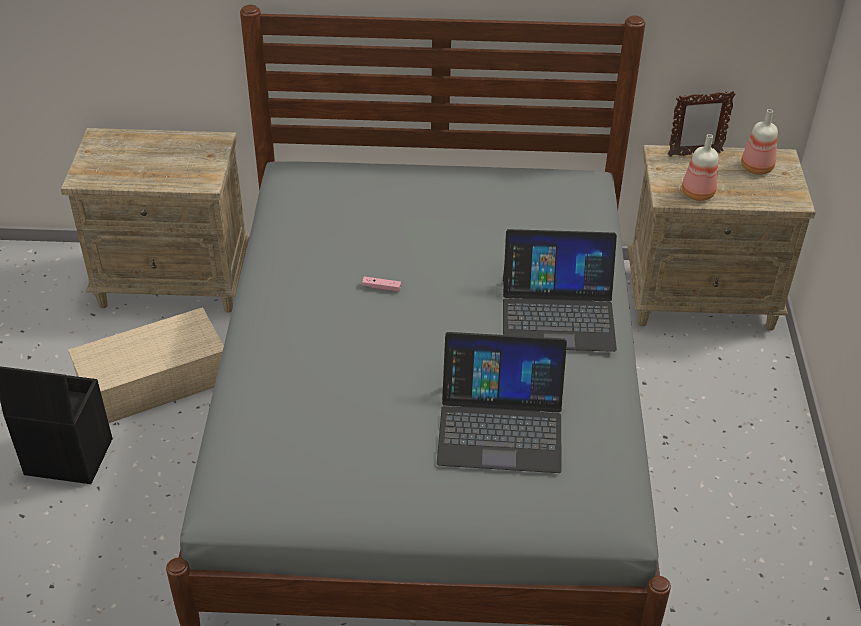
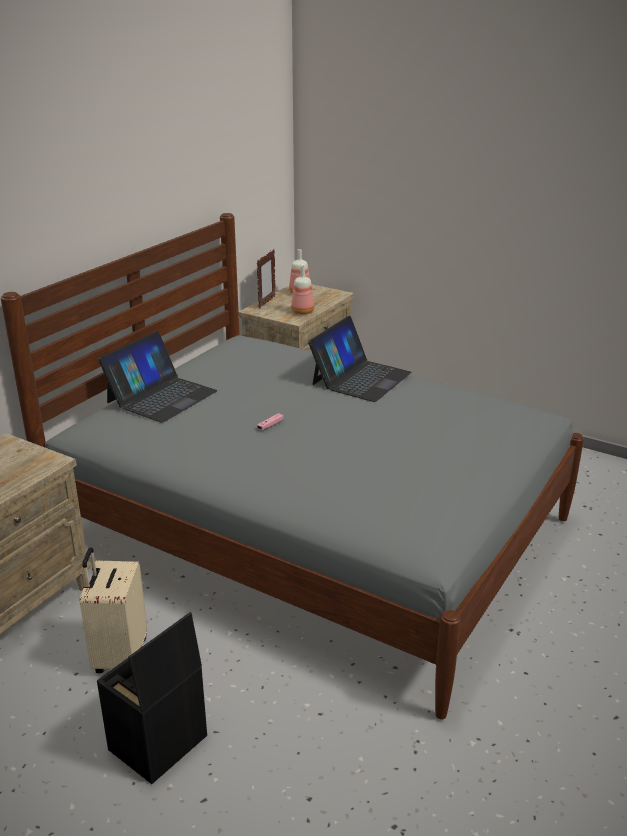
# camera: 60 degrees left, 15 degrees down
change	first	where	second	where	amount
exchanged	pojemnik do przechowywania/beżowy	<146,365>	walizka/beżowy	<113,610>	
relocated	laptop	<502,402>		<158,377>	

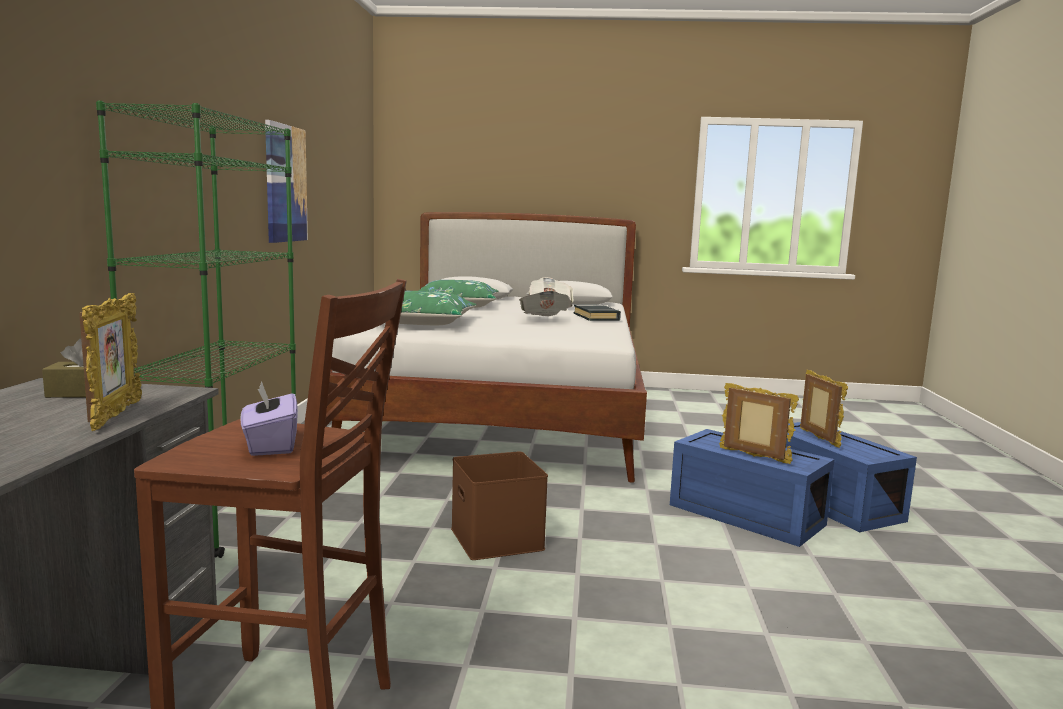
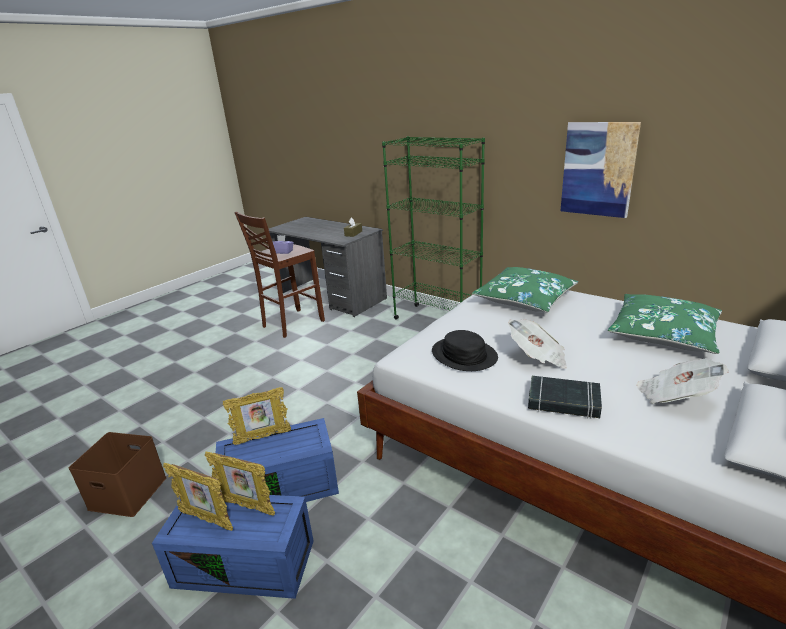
# camera: 125 degrees right, 15 degrees up
change	first	where	second	where	amount
relocated	ramka na zdjęcie	<110,362>		<198,497>	
relocated	pojemnik do przechowywania/brązowy	<499,505>		<118,474>	
appeared			kapelusz/czarny	<465,350>	

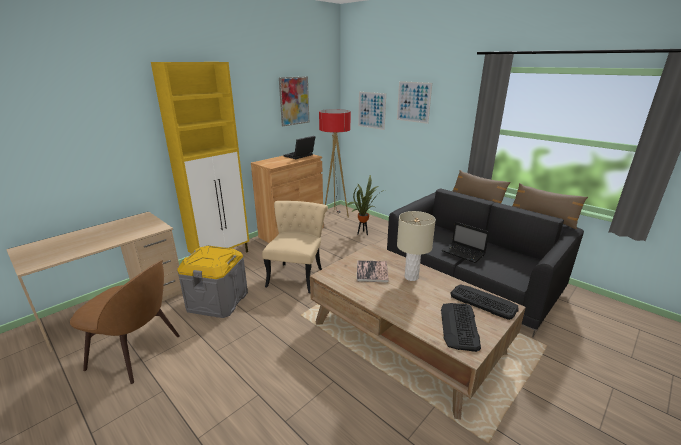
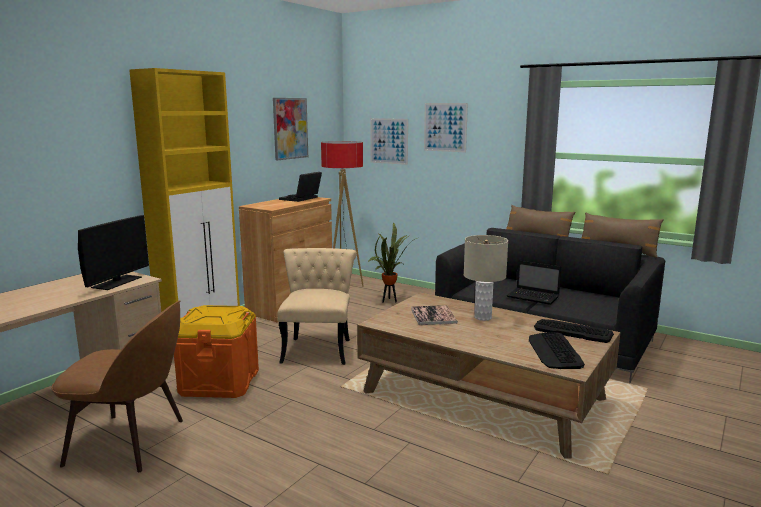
# camera: 10 degrees left, 10 degrees down
change	first	where	second	where	amount
colour	pojemnik do przechowywania/szary	<212,282>	pojemnik do przechowywania/pomarańczowy	<216,351>	
appeared			monitor	<113,252>	

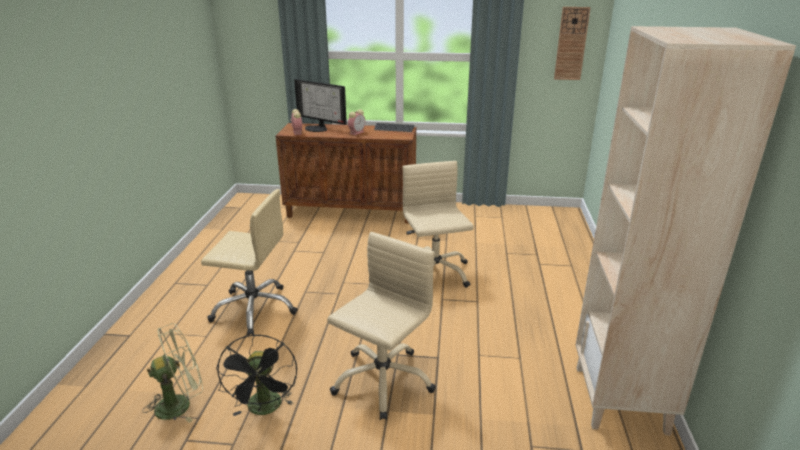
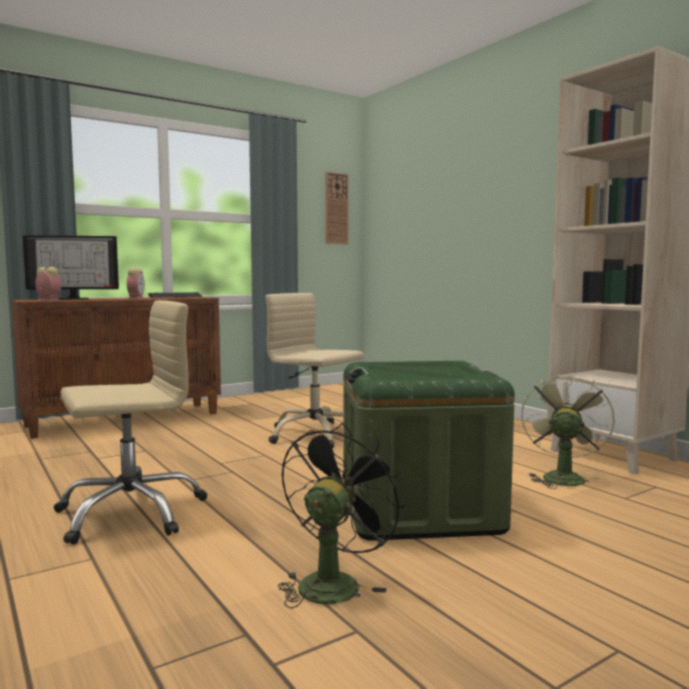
# camera: 40 degrees left, 20 degrees down
change	first	where	second	where	amount
exchanged	krzesło biurowe/beżowy	<381,326>	pojemnik do przechowywania/zielony	<429,451>	
relocated	wentylator/zielony	<173,373>		<568,430>	
spun	wentylator/czarny	<256,375>		<342,515>	105 degrees counterclockwise

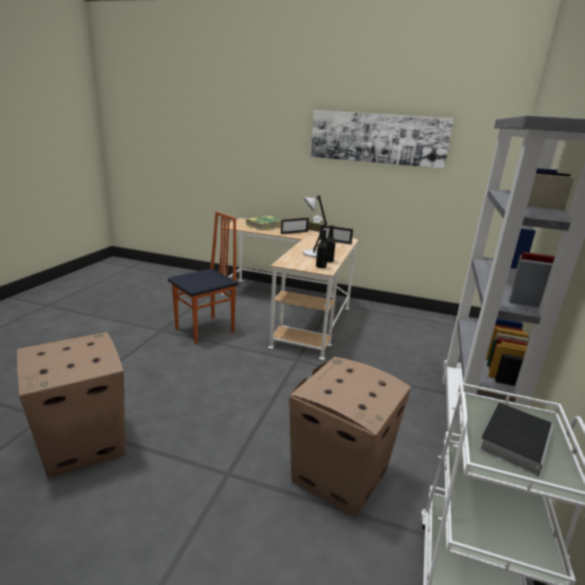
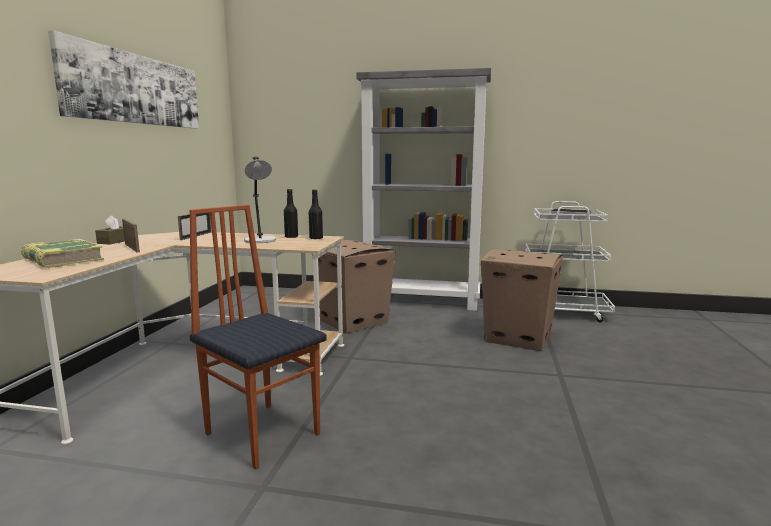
# camera: 95 degrees left, 10 degrees down
change	first	where	second	where	amount
relocated	karton	<71,405>		<354,286>	

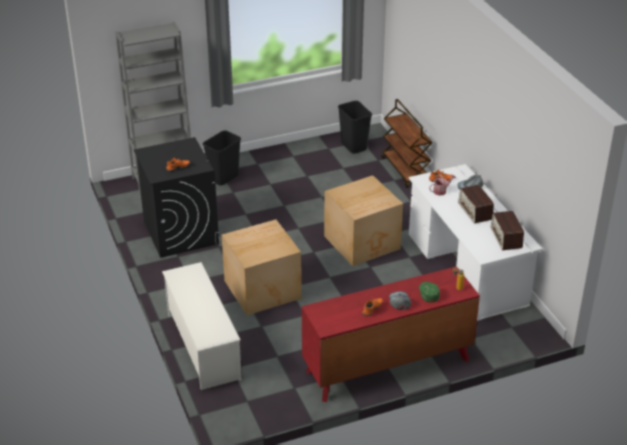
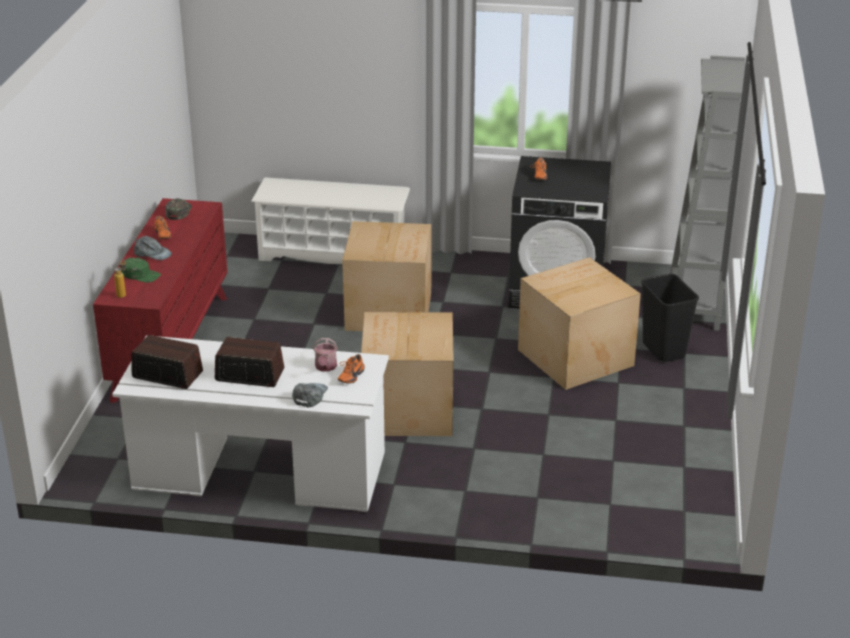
# camera: 120 degrees right, 5 degrees down
change	first	where	second	where	amount
missing	wózek/brązowy	<406,143>			
missing	kosz na śmieci/czarny	<355,127>			
appeared			czapka z daszkiem/zielony	<178,209>	
appeared			karton	<579,323>	

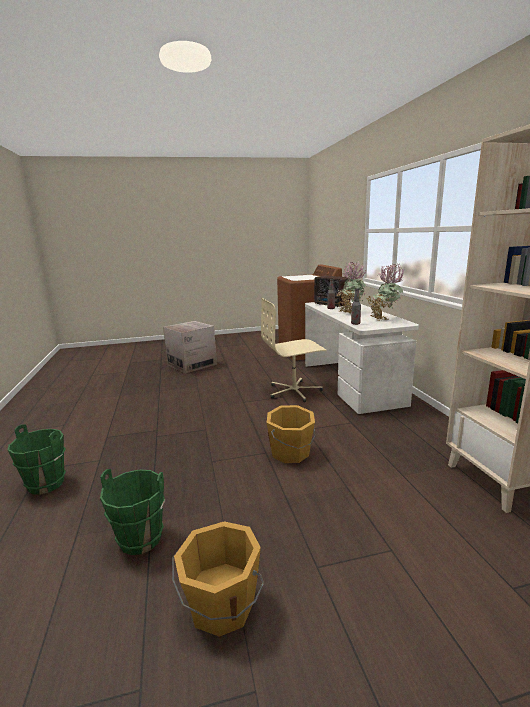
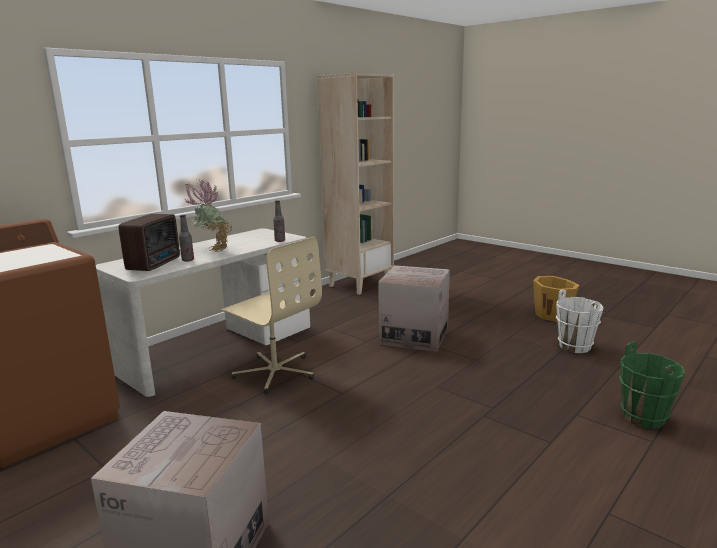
# camera: 125 degrees left, 0 degrees up
change	first	where	second	where	amount
missing	roślina doniczkowa	<386,291>			
exchanged	wiadro/pomarańczowy	<291,434>	karton	<414,308>	
colour	wiadro/zielony	<132,512>	wiadro/biały	<580,321>	

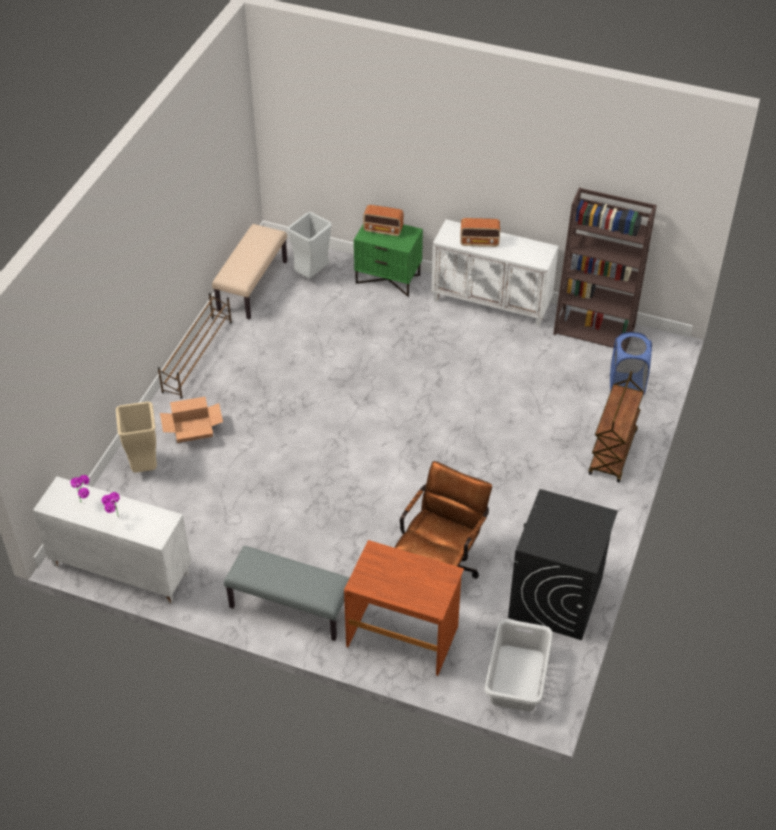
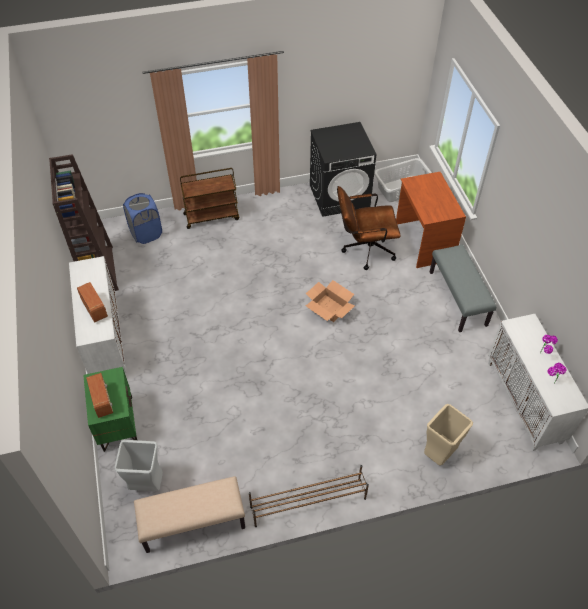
# camera: 125 degrees left, 5 degrees up
change	first	where	second	where	amount
relocated	karton	<191,420>		<330,301>	

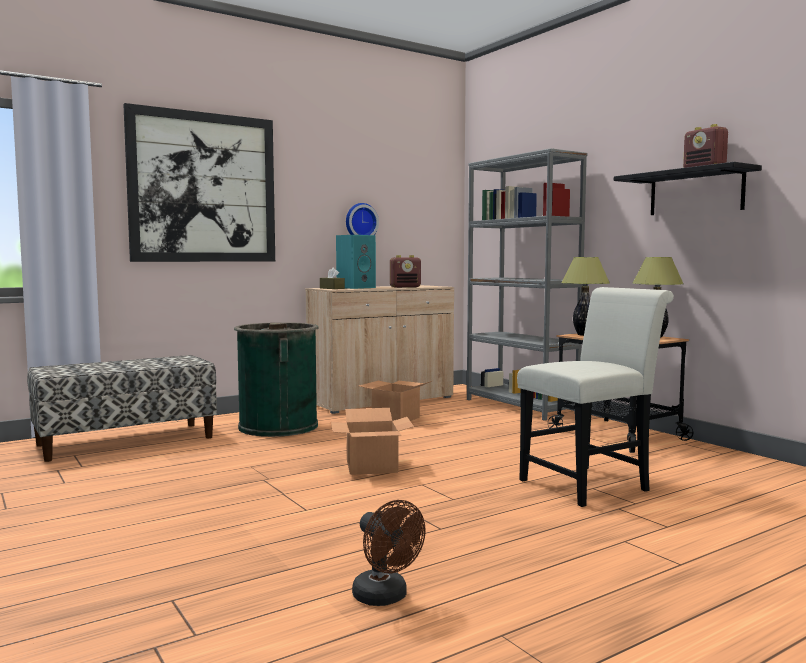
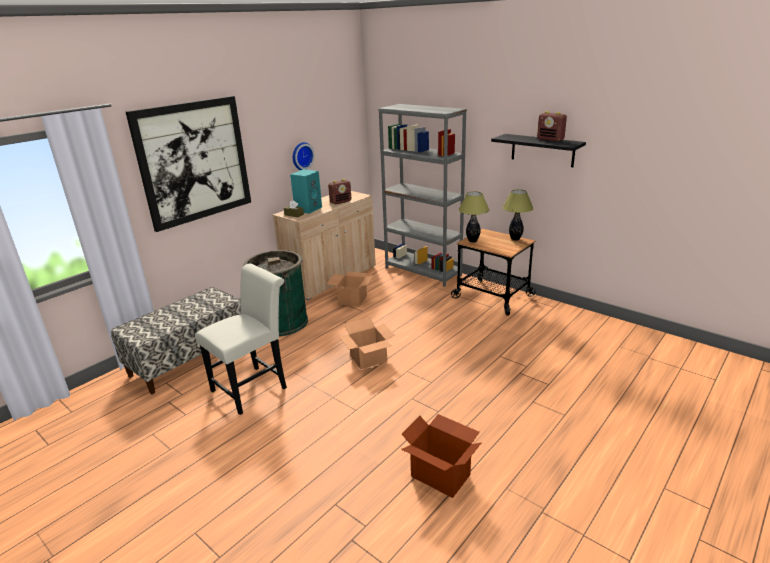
# camera: 15 degrees left, 20 degrees up
change	first	where	second	where	amount
relocated	krzesło/biały	<595,397>		<241,339>	
exchanged	wentylator/brązowy	<389,553>	karton	<441,456>	

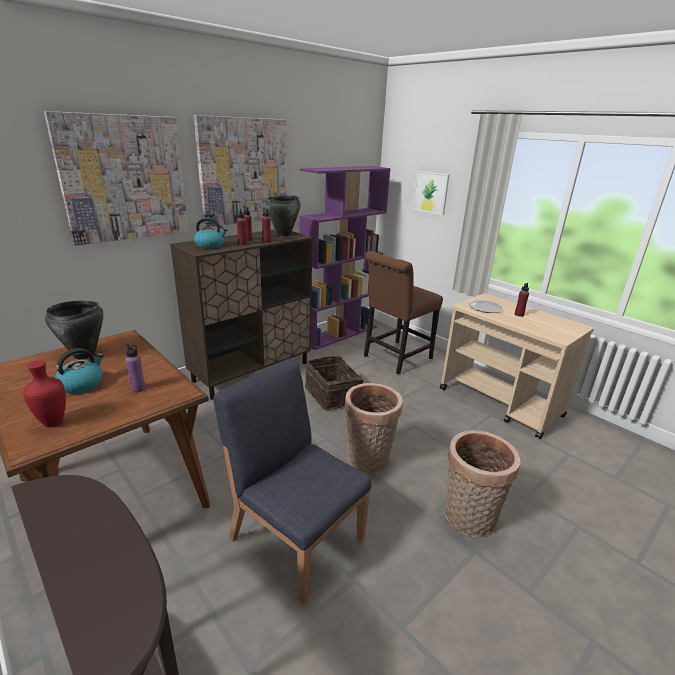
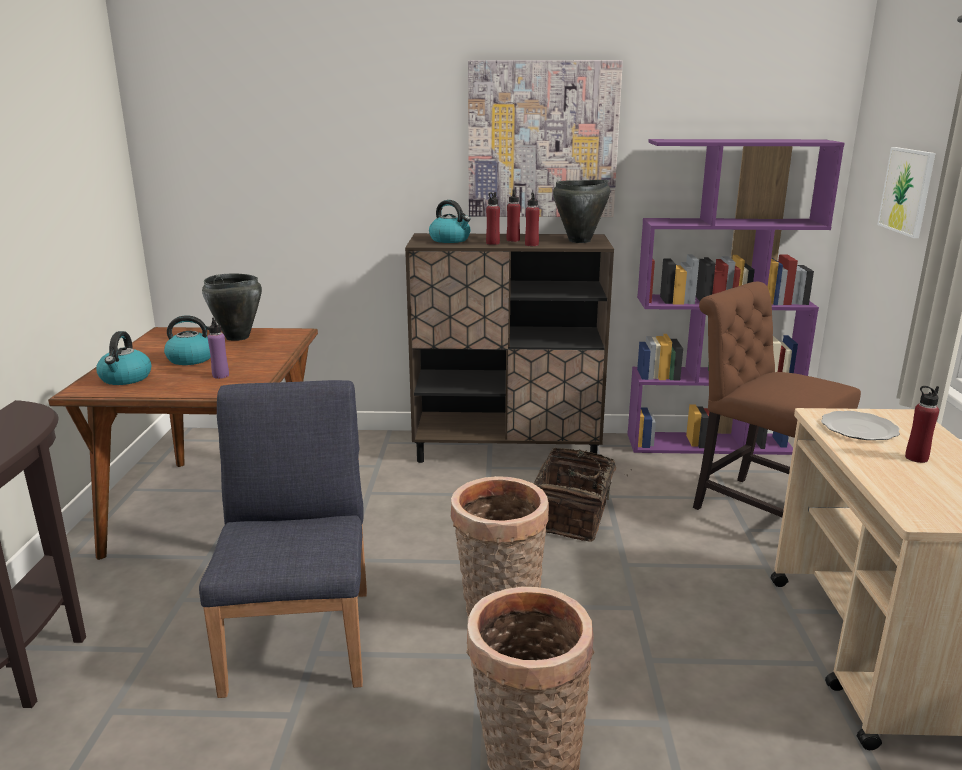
# camera: 45 degrees right, 5 degrees down
change	first	where	second	where	amount
missing	obraz	<116,178>			
spun	krzesło/brązowy	<403,312>		<777,399>	45 degrees clockwise
exchanged	wazon/czerwony	<44,393>	czajnik	<123,358>	

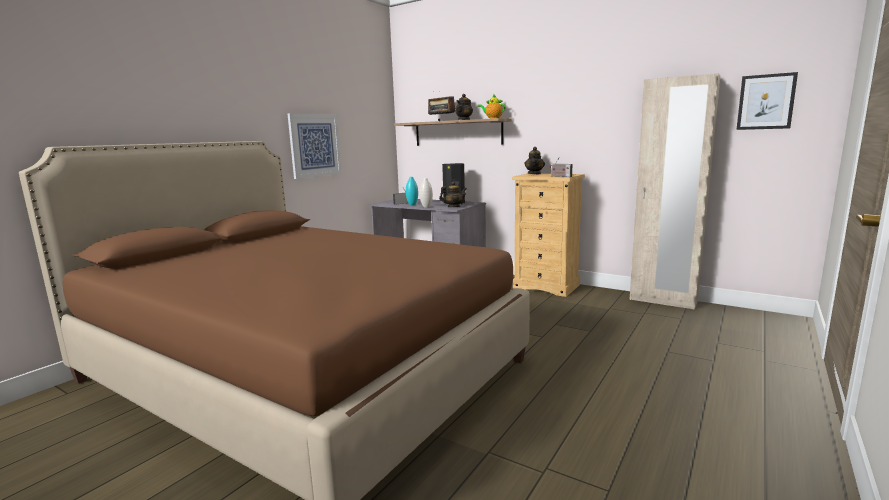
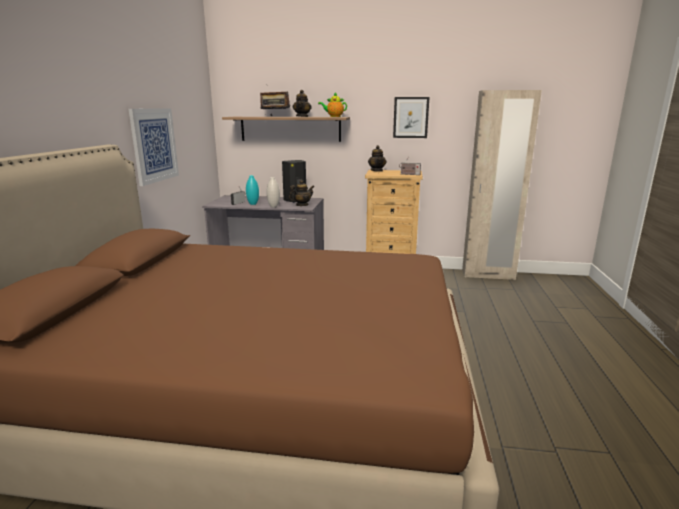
# camera: 25 degrees left, 5 degrees up
change	first	where	second	where	amount
relocated	obraz	<767,101>		<411,117>	

